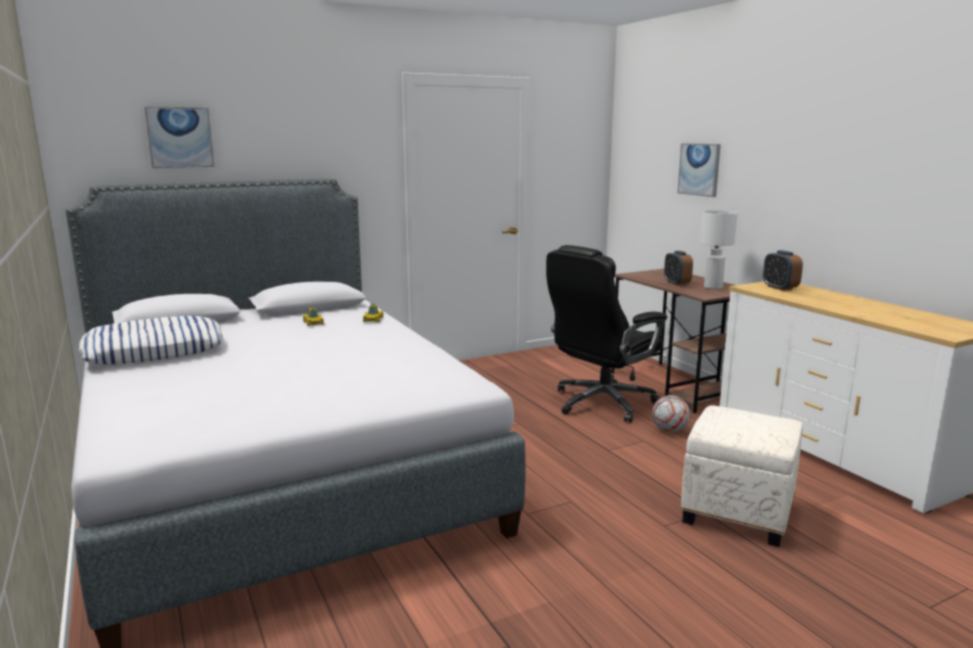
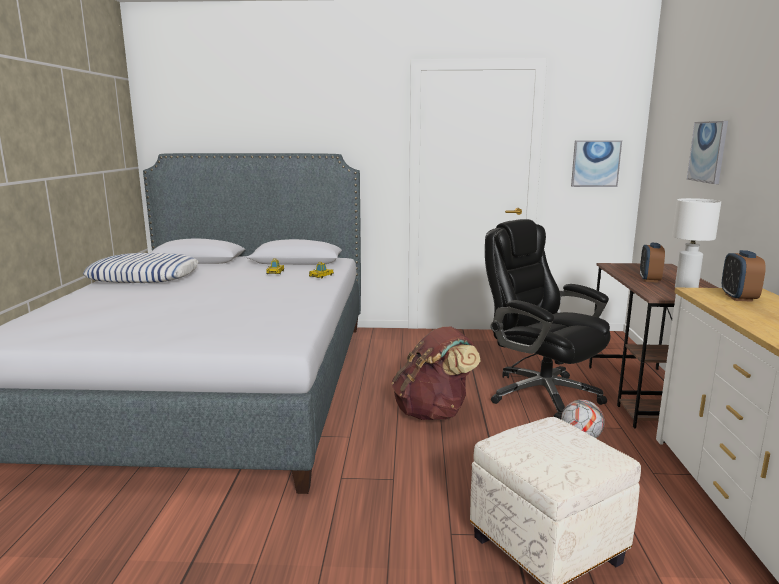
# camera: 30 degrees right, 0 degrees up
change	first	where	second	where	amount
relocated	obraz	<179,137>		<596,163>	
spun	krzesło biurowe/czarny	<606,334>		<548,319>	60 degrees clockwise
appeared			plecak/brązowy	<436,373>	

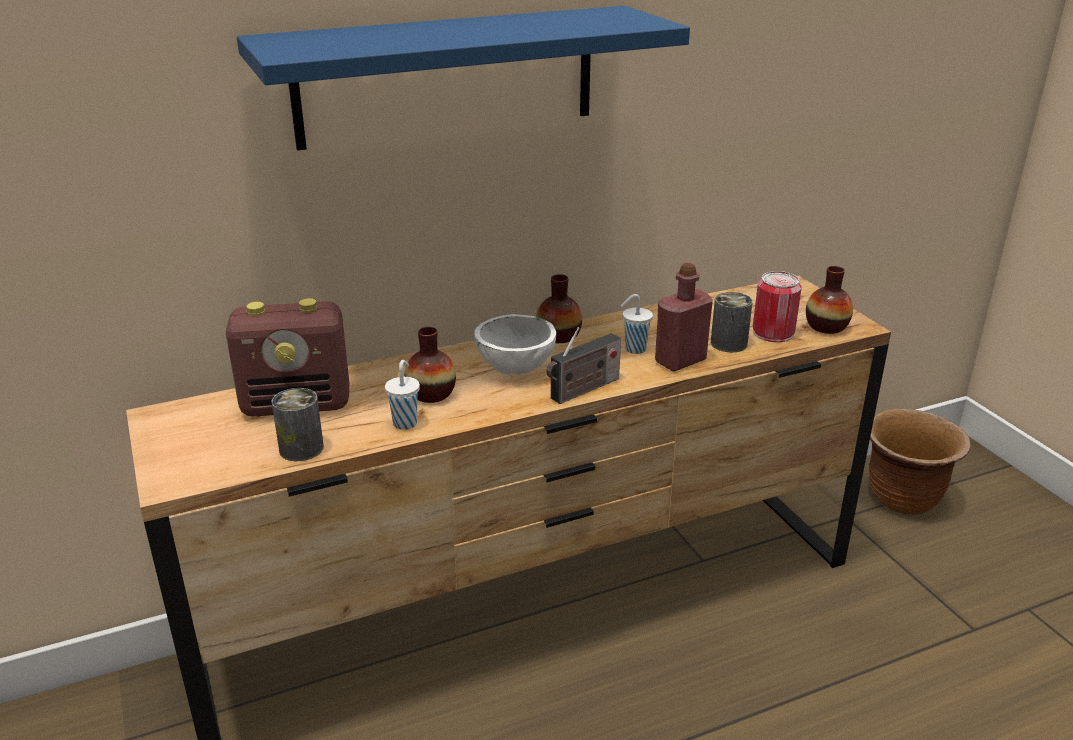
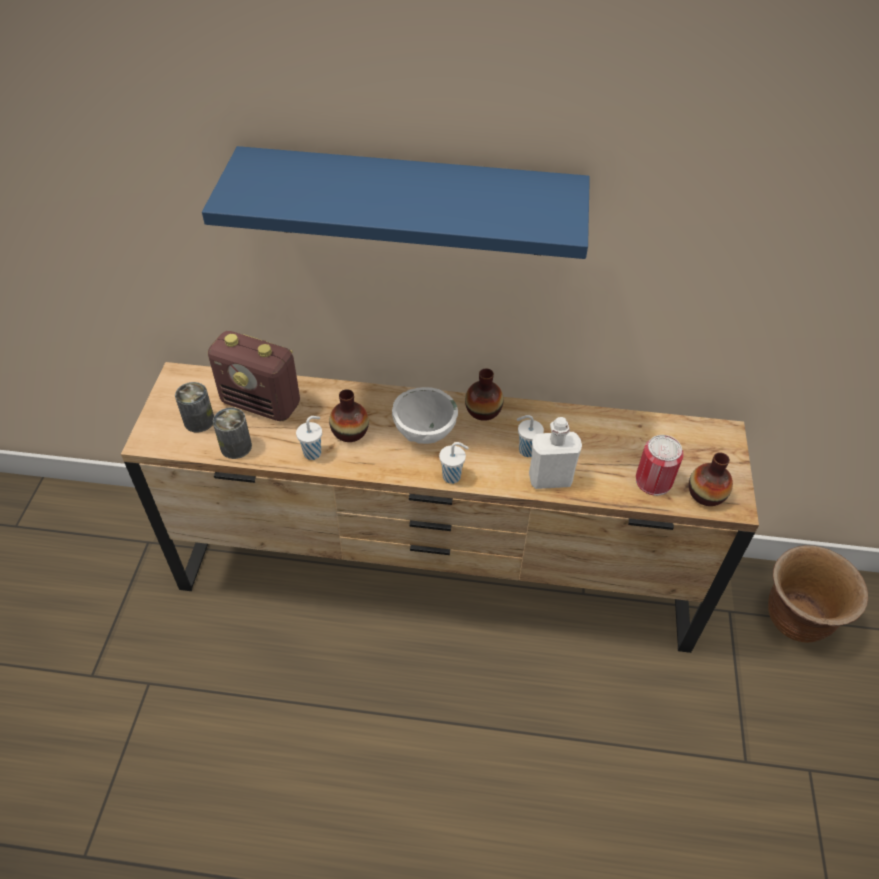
# camera: 30 degrees right, 20 degrees up
change	first	where	second	where	amount
colour	butelka/czerwony	<684,317>	butelka/biały	<555,453>	
relocated	puszka	<732,322>		<194,407>	
exchanged	radio	<583,365>	filiżanka/biały	<454,463>	

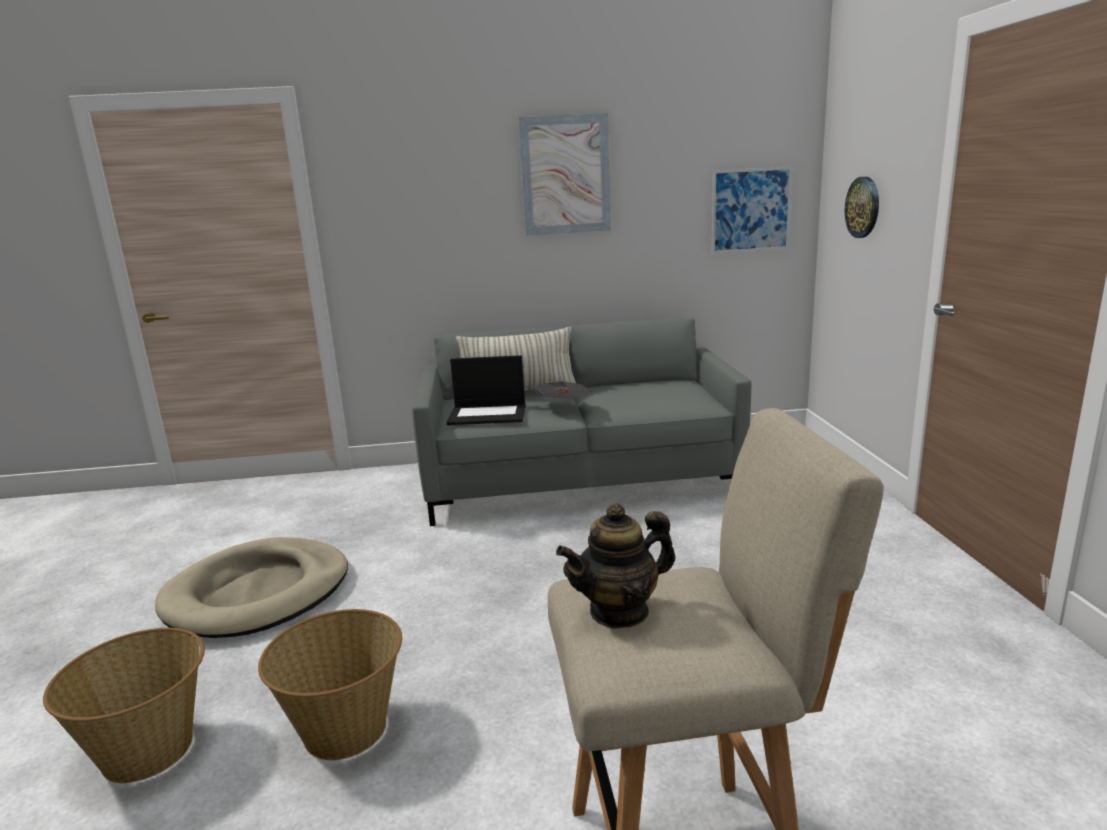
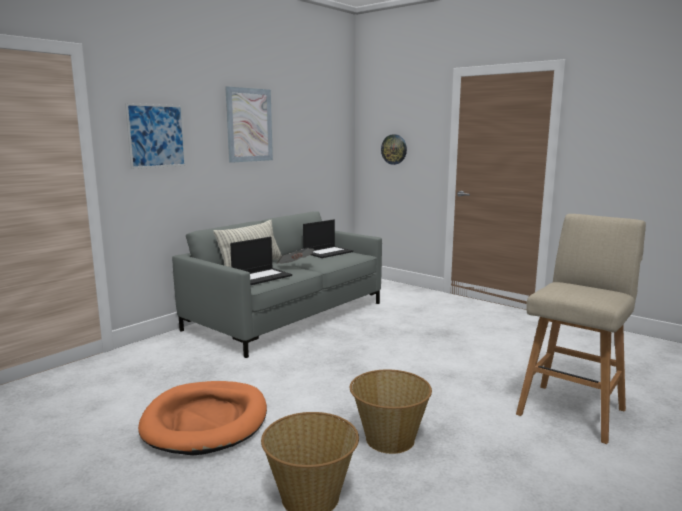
# camera: 45 degrees left, 5 degrees down
change	first	where	second	where	amount
relocated	obraz	<752,210>		<155,136>	
missing	imbryk	<615,566>			
colour	legowisko/beżowy	<251,587>	legowisko/pomarańczowy	<202,418>	
appeared			laptop	<328,238>	

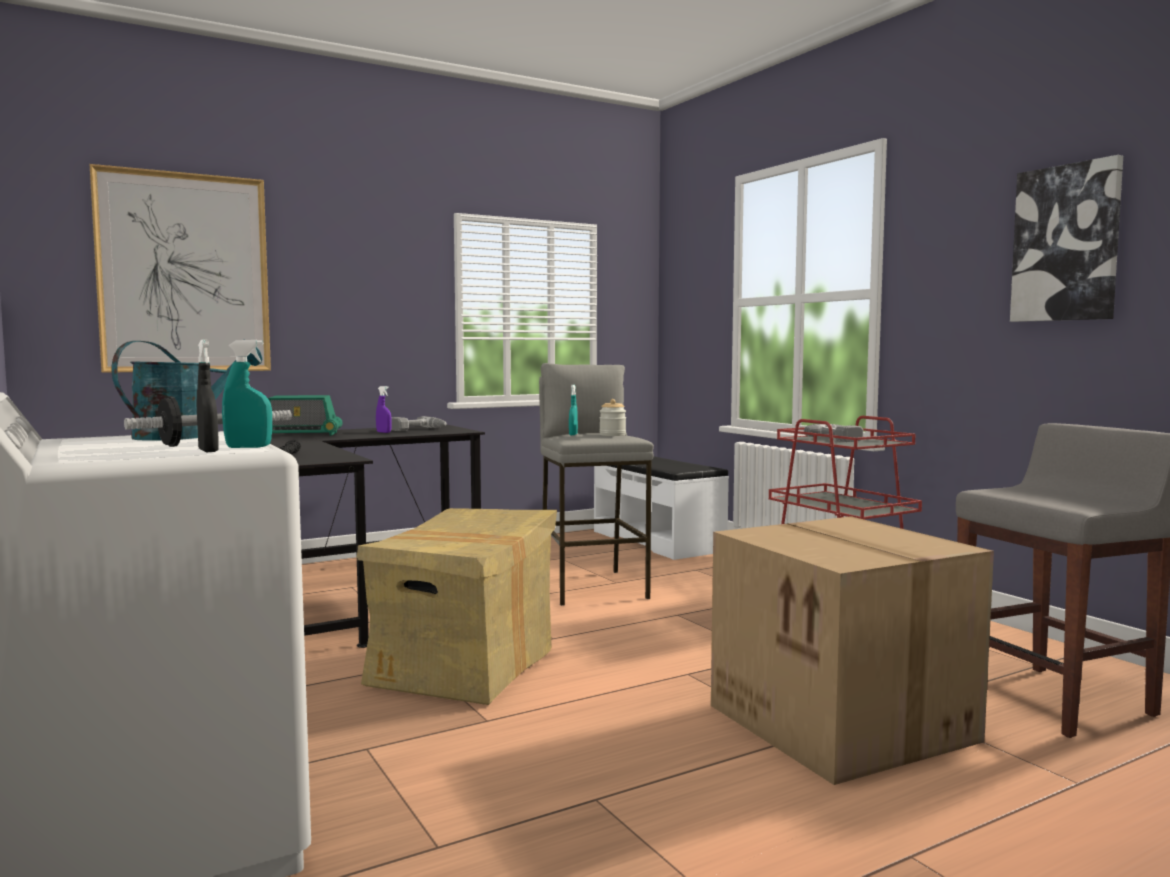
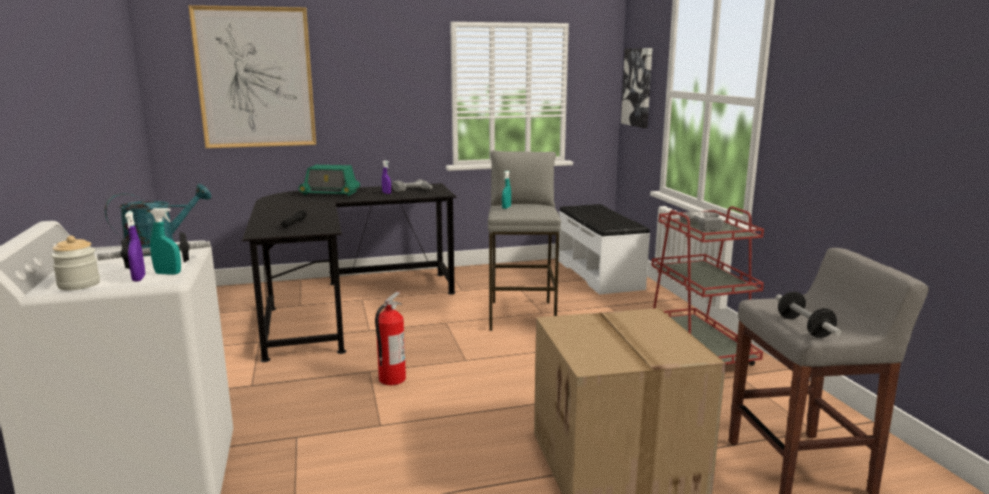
# camera: 15 degrees right, 10 degrees up
change	first	where	second	where	amount
relocated	obraz	<1066,238>		<636,88>	
colour	spryskiwacz/czarny	<208,396>	spryskiwacz/fioletowy	<135,246>	
relocated	słoik	<613,417>		<75,263>	
exchanged	karton	<457,606>	gaśnica	<390,338>	
appeared			hantel	<808,314>	

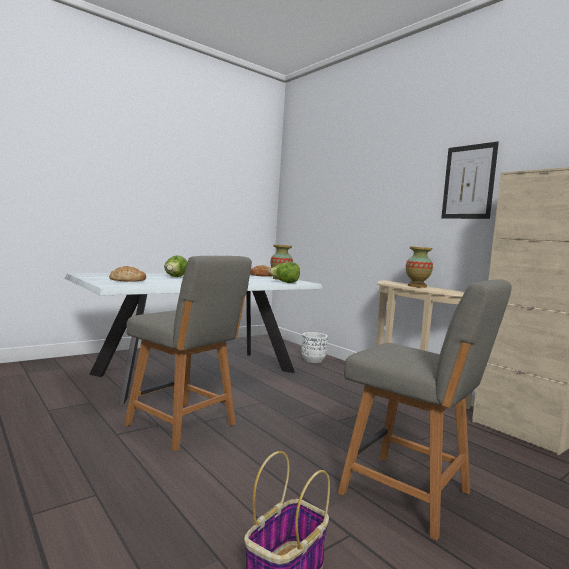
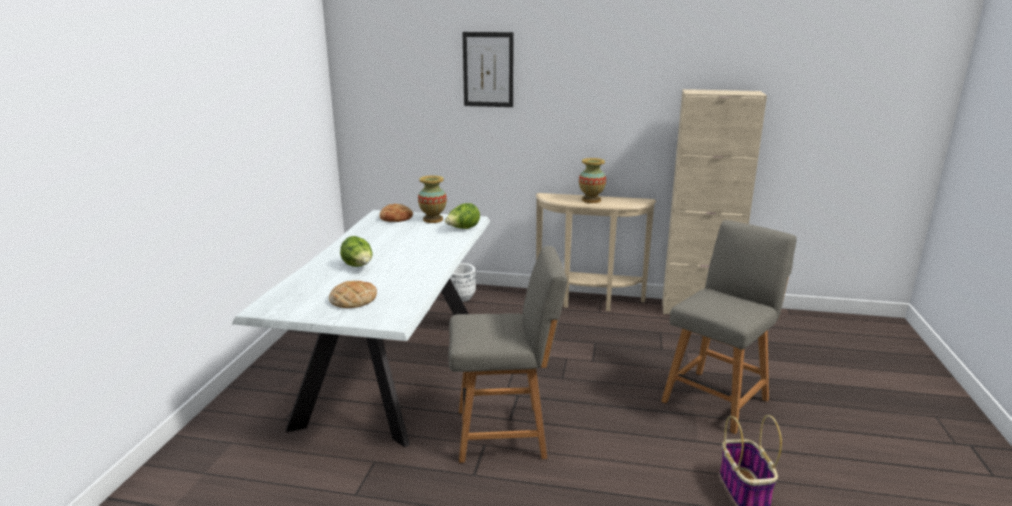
# camera: 40 degrees left, 15 degrees up
change	first	where	second	where	amount
relocated	obraz	<470,180>		<488,69>	
spun	krzesło/szary	<425,410>		<729,327>	45 degrees counterclockwise

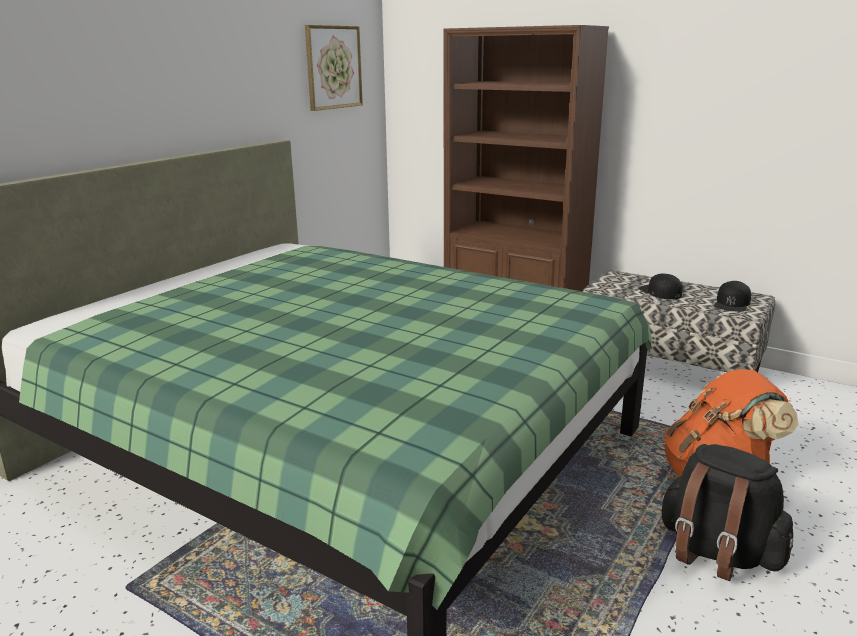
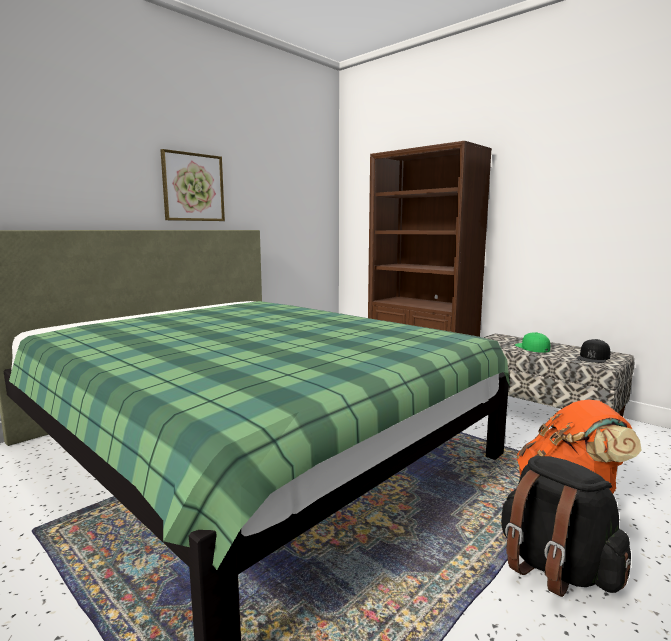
# camera: 10 degrees right, 10 degrees down
change	first	where	second	where	amount
relocated	obraz	<334,68>		<192,185>	
colour	czapka z daszkiem/czarny	<660,286>	czapka z daszkiem/zielony	<532,342>	

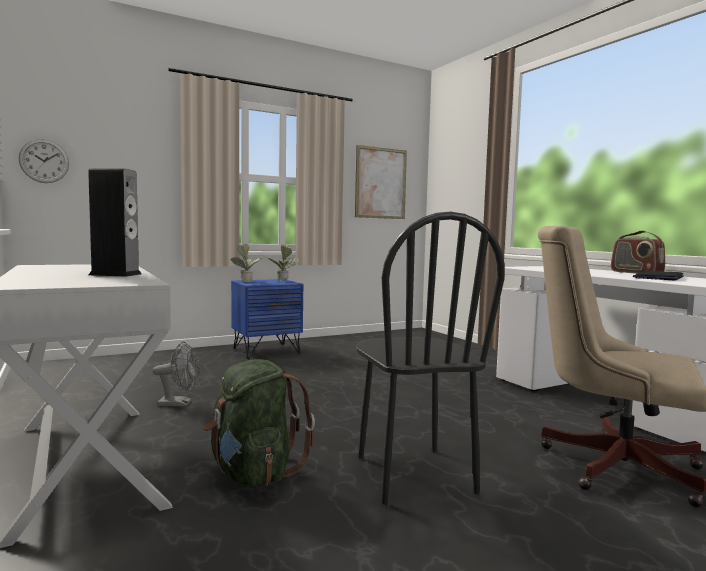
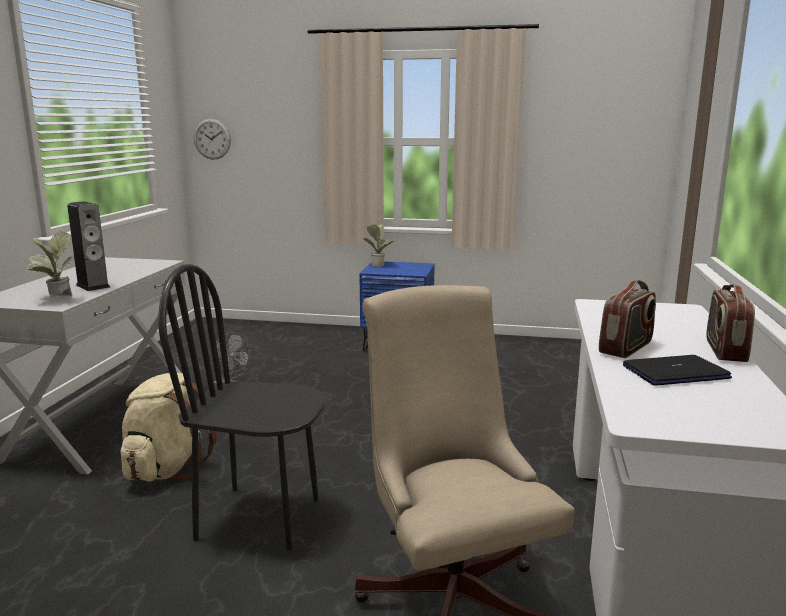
# camera: 40 degrees right, 10 degrees up
change	first	where	second	where	amount
missing	obraz	<381,182>			
spun	krzesło/czarny	<430,358>		<242,407>	75 degrees clockwise
relocated	roślina doniczkowa	<283,262>		<50,264>	
colour	plecak/zielony	<259,423>	plecak/beżowy	<168,427>	
appeared			radio	<627,319>	

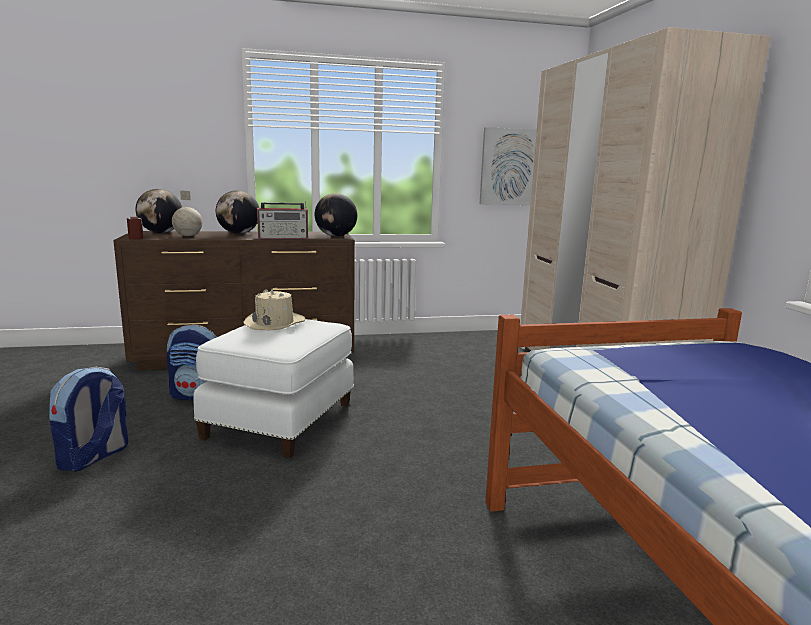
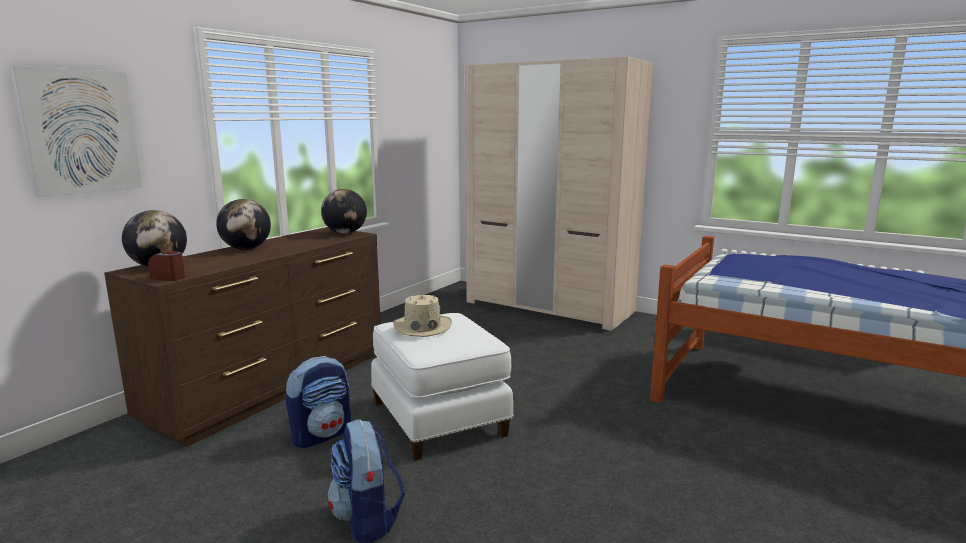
# camera: 45 degrees left, 0 degrees up
change	first	where	second	where	amount
relocated	obraz	<508,166>		<76,131>	
missing	globus	<187,213>			
missing	radio	<282,220>			

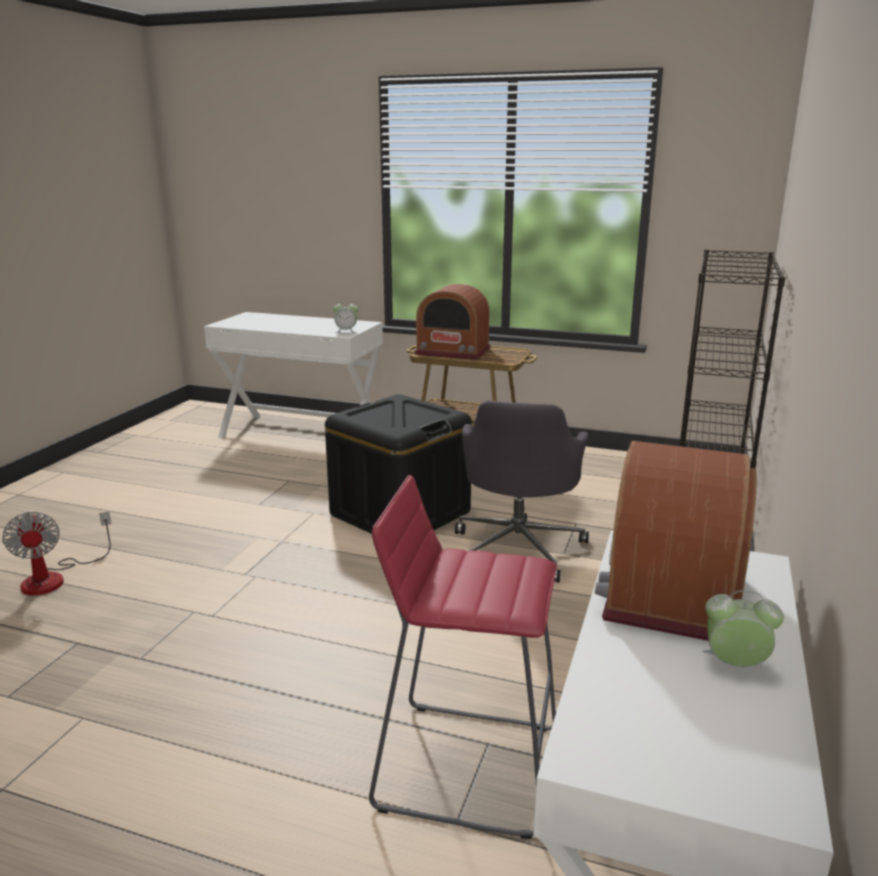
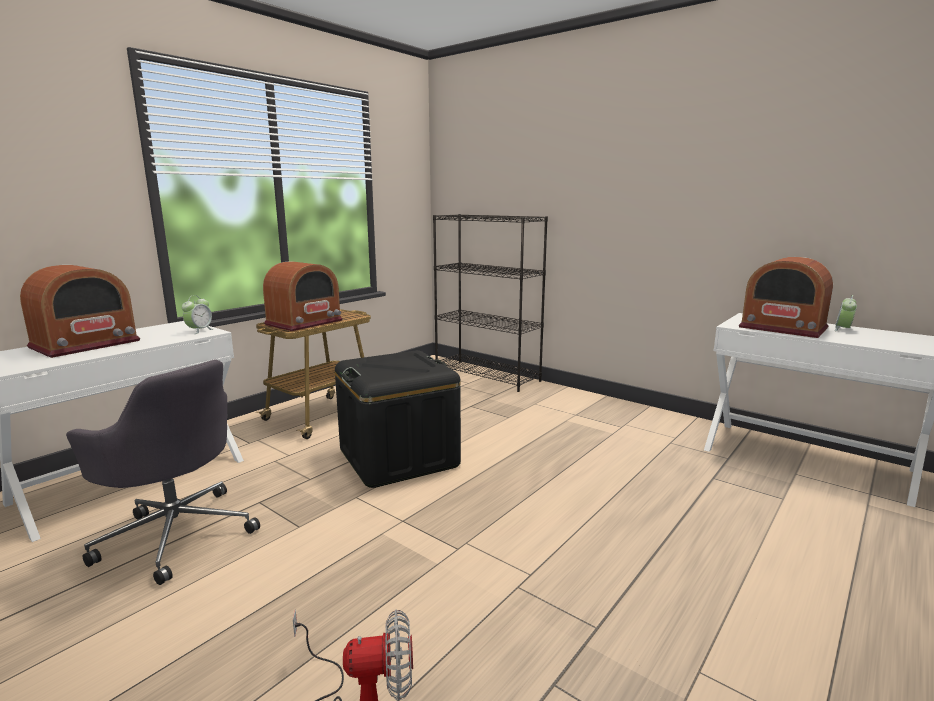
# camera: 70 degrees left, 5 degrees down
change	first	where	second	where	amount
relocated	krzesło biurowe/szary	<522,492>		<163,472>	
missing	stołek/czerwony	<463,657>			
appeared			radio	<80,311>	

